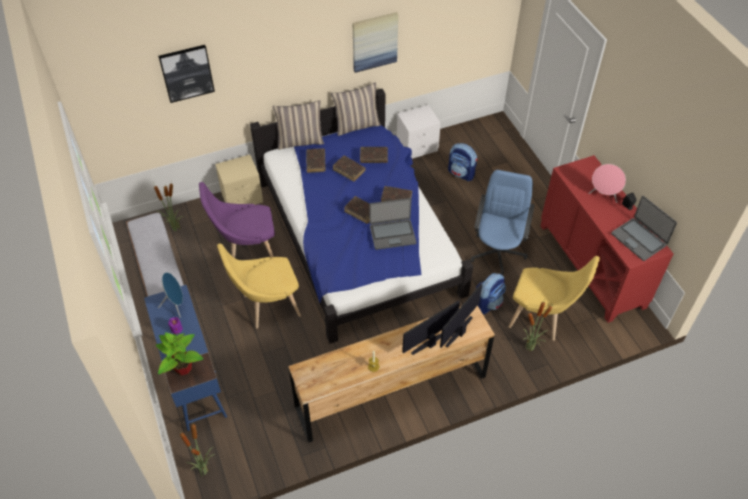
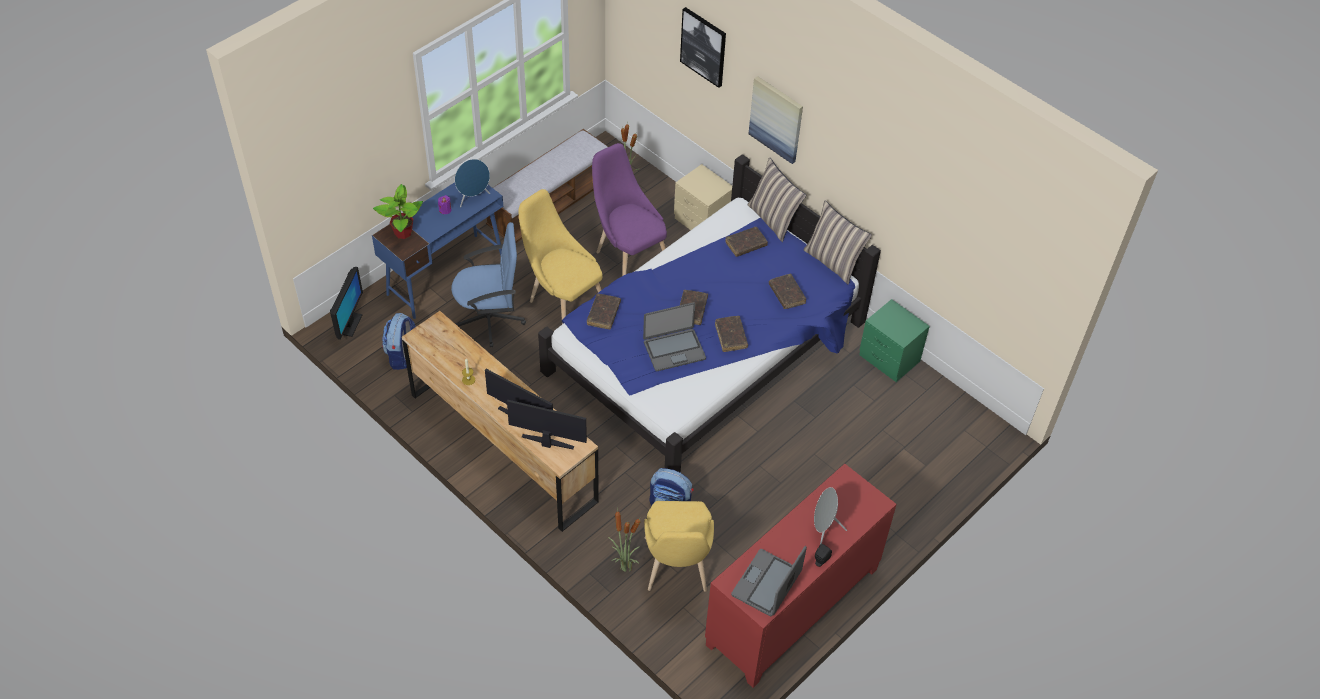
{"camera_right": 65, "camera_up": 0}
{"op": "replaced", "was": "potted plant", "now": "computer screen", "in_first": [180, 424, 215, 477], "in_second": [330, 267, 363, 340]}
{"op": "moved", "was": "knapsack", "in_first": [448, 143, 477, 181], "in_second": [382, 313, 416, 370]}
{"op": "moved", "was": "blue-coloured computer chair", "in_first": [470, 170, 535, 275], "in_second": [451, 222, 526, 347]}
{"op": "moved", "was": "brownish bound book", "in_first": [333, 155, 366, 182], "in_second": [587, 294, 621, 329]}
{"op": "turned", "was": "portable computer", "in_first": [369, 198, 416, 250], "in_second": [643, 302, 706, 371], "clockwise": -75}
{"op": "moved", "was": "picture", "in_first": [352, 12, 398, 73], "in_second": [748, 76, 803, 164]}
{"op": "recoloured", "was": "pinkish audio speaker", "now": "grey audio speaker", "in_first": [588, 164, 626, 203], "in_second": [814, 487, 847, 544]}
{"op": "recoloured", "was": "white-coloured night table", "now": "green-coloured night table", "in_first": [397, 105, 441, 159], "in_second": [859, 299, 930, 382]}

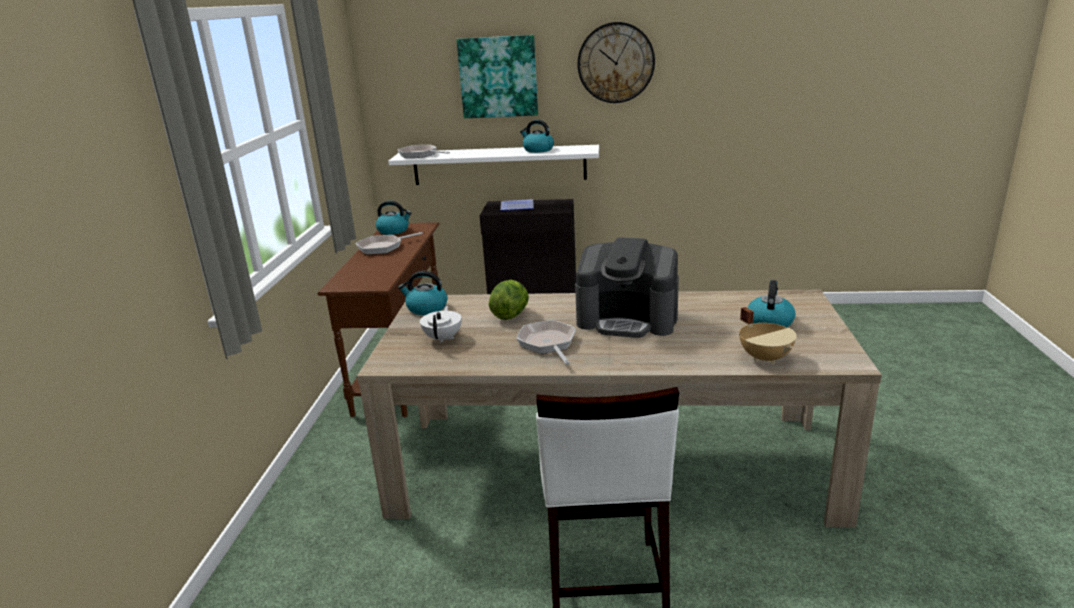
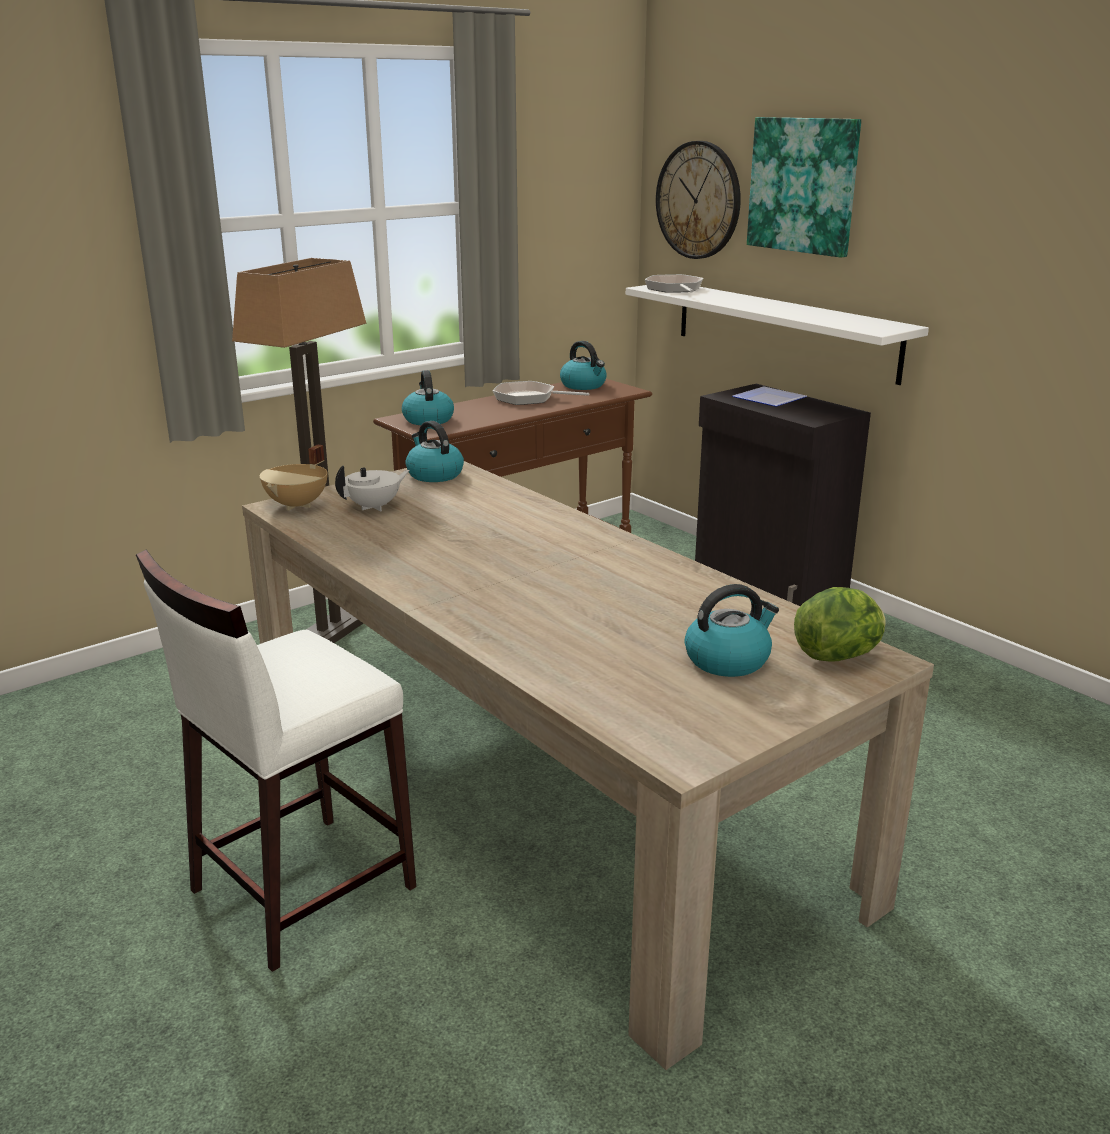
{"camera_right": 45, "camera_up": 0}
{"op": "added", "now": "floor lamp", "in_second": [232, 258, 366, 643]}
{"op": "moved", "was": "beige saucepot", "in_first": [739, 307, 796, 364], "in_second": [260, 444, 328, 510]}
{"op": "moved", "was": "tea kettle", "in_first": [520, 120, 554, 153], "in_second": [402, 370, 454, 425]}
{"op": "moved", "was": "wall clock", "in_first": [577, 22, 655, 103], "in_second": [656, 141, 741, 259]}
{"op": "moved", "was": "lettuce head", "in_first": [489, 280, 529, 320], "in_second": [794, 587, 886, 661]}
{"op": "removed", "was": "pan", "in_first": [517, 320, 576, 365]}
{"op": "removed", "was": "coffee brewer", "in_first": [575, 237, 679, 338]}

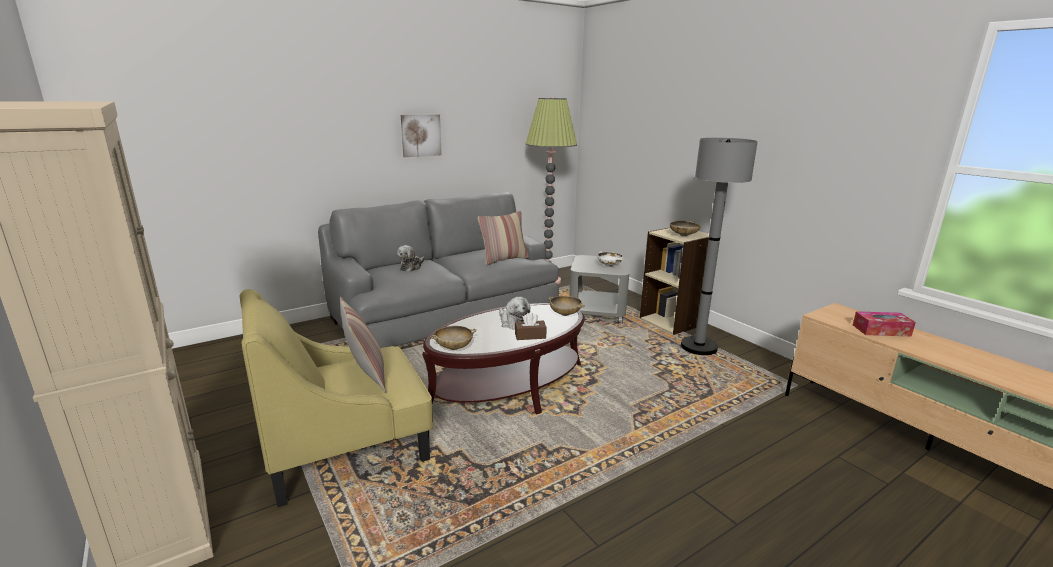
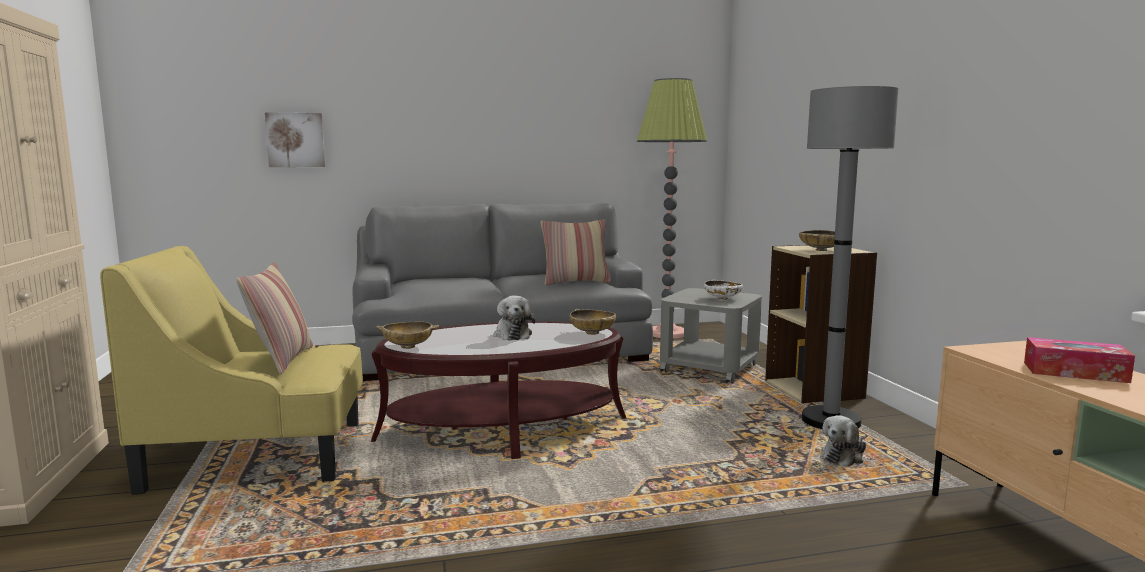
{"camera_right": 20, "camera_up": -10}
{"op": "moved", "was": "picture", "in_first": [401, 114, 442, 157], "in_second": [265, 112, 325, 167]}
{"op": "moved", "was": "plush toy", "in_first": [397, 245, 424, 272], "in_second": [821, 415, 866, 466]}
{"op": "removed", "was": "brownish tissue box", "in_first": [515, 312, 547, 340]}

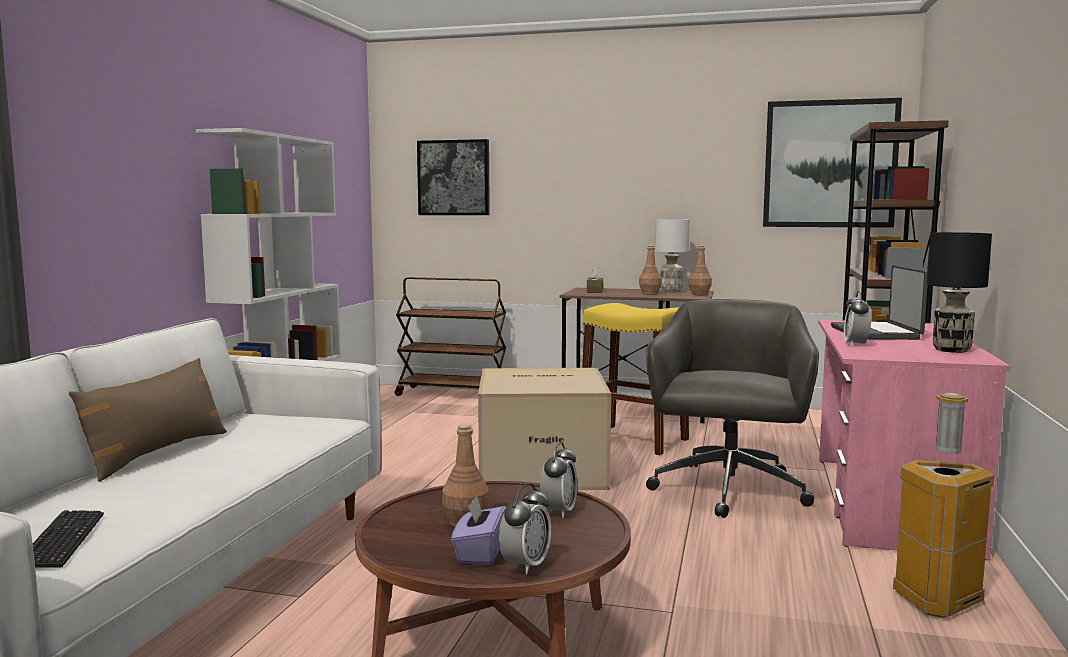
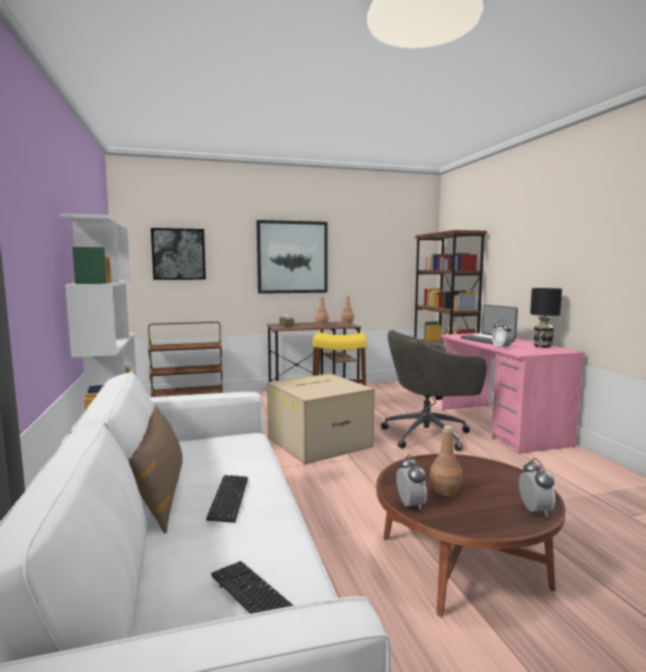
{"camera_right": -30, "camera_up": 0}
{"op": "added", "now": "keyboard", "in_second": [206, 475, 248, 523]}
{"op": "moved", "was": "picture", "in_first": [763, 98, 902, 228], "in_second": [256, 220, 328, 294]}
{"op": "turned", "was": "grey computer chair", "in_first": [646, 299, 819, 518], "in_second": [381, 330, 487, 451], "clockwise": -90}
{"op": "moved", "was": "table clock", "in_first": [540, 442, 577, 518], "in_second": [396, 454, 427, 510]}
{"op": "removed", "was": "purplish tissue box", "in_first": [451, 495, 507, 565]}
{"op": "removed", "was": "white-coloured lamp for a table", "in_first": [655, 219, 690, 293]}
{"op": "removed", "was": "waste bin", "in_first": [893, 393, 995, 618]}

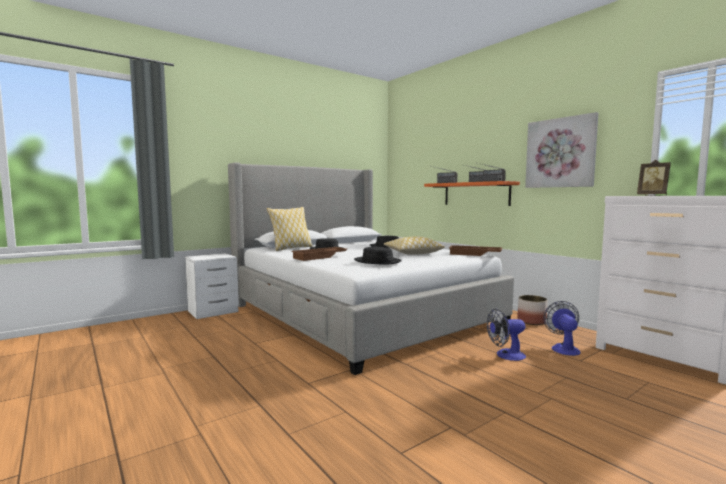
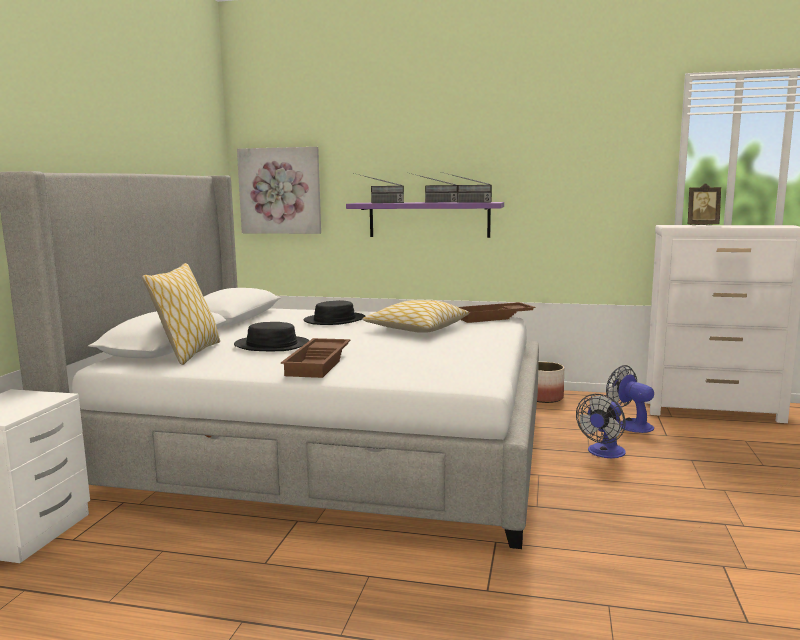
{"camera_right": -40, "camera_up": 5}
{"op": "moved", "was": "picture", "in_first": [525, 112, 598, 188], "in_second": [237, 147, 321, 234]}
{"op": "recoloured", "was": "orangey wall shelf", "now": "purplish wall shelf", "in_first": [424, 181, 520, 206], "in_second": [346, 202, 504, 238]}
{"op": "removed", "was": "black-coloured hat", "in_first": [354, 247, 402, 265]}

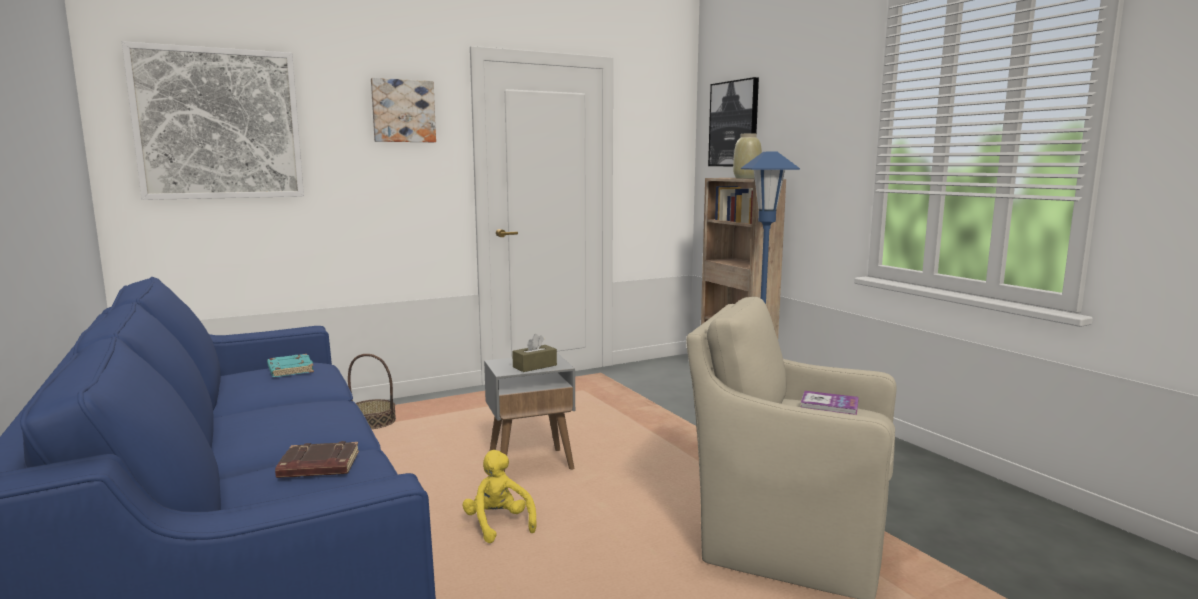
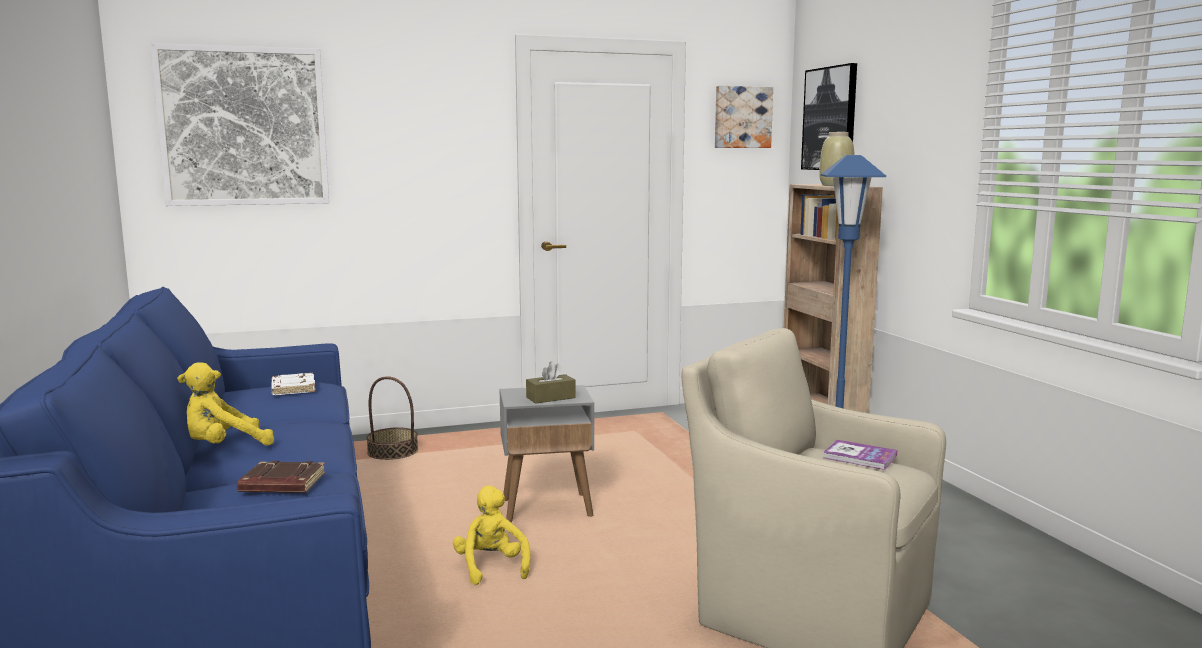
{"camera_right": 10, "camera_up": 0}
{"op": "added", "now": "yellowish plush toy", "in_second": [178, 362, 274, 446]}
{"op": "recoloured", "was": "blue-green bound book", "now": "white-coloured bound book", "in_first": [267, 354, 314, 377], "in_second": [271, 373, 316, 395]}
{"op": "moved", "was": "picture", "in_first": [371, 78, 436, 142], "in_second": [715, 86, 773, 148]}

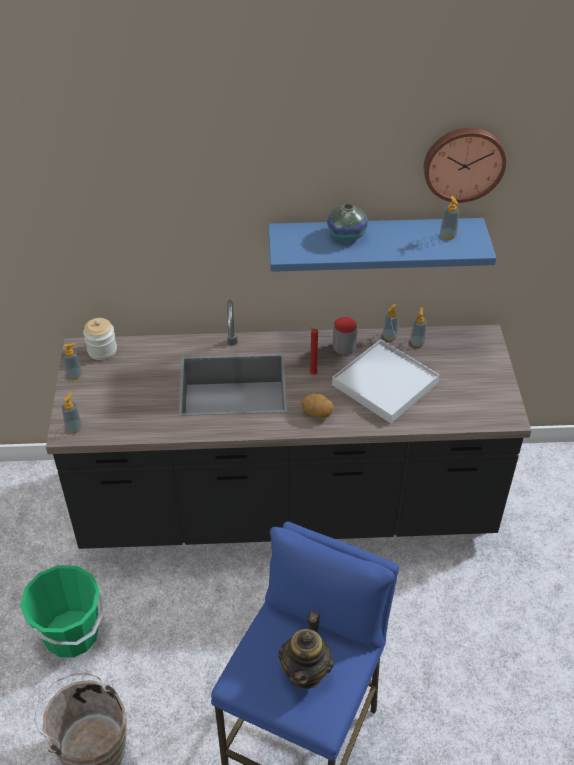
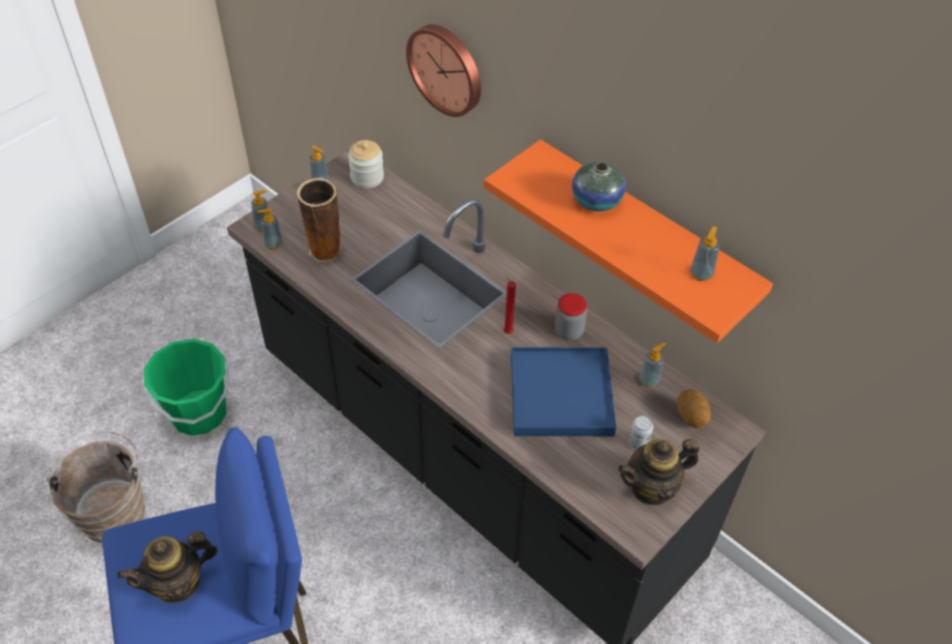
{"camera_right": 45, "camera_up": 5}
{"op": "moved", "was": "liquid soap bottle", "in_first": [382, 304, 399, 341], "in_second": [257, 208, 283, 250]}
{"op": "added", "now": "flower vase", "in_second": [297, 178, 342, 262]}
{"op": "moved", "was": "wall clock", "in_first": [424, 128, 506, 203], "in_second": [406, 24, 481, 117]}
{"op": "recoloured", "was": "blue-coloured wall shelf", "now": "orangey wall shelf", "in_first": [268, 218, 496, 272], "in_second": [484, 139, 773, 343]}
{"op": "recoloured", "was": "white-coloured tray", "now": "blue-coloured tray", "in_first": [332, 339, 439, 423], "in_second": [511, 347, 616, 436]}
{"op": "added", "now": "pot for tea", "in_second": [618, 438, 699, 505]}
{"op": "added", "now": "can", "in_second": [628, 416, 653, 451]}
{"op": "moved", "was": "spud", "in_first": [301, 393, 334, 418], "in_second": [678, 389, 711, 428]}

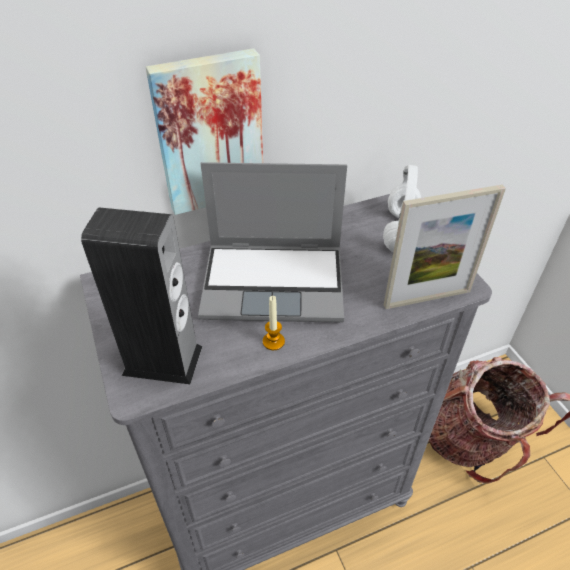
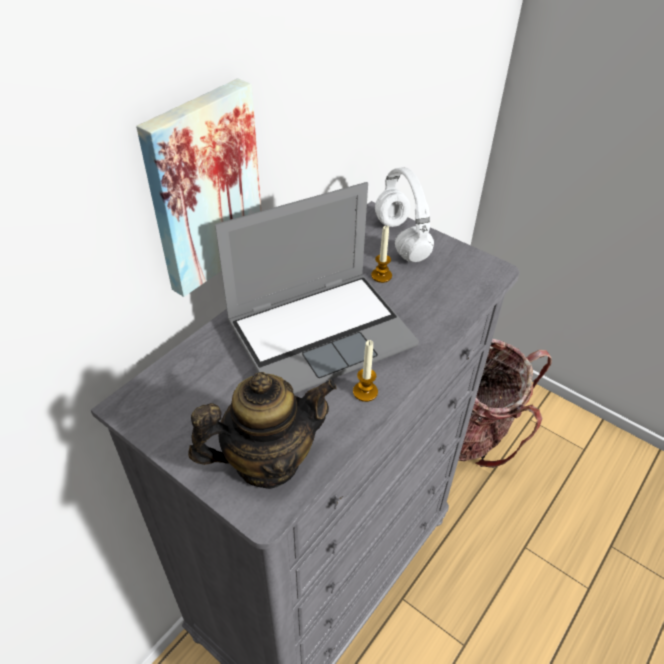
{"camera_right": -30, "camera_up": 0}
{"op": "replaced", "was": "audio speaker", "now": "pot for tea", "in_first": [81, 208, 202, 384], "in_second": [188, 372, 337, 489]}
{"op": "added", "now": "wax candle", "in_second": [371, 226, 392, 283]}
{"op": "removed", "was": "standing frame", "in_first": [384, 185, 506, 309]}

